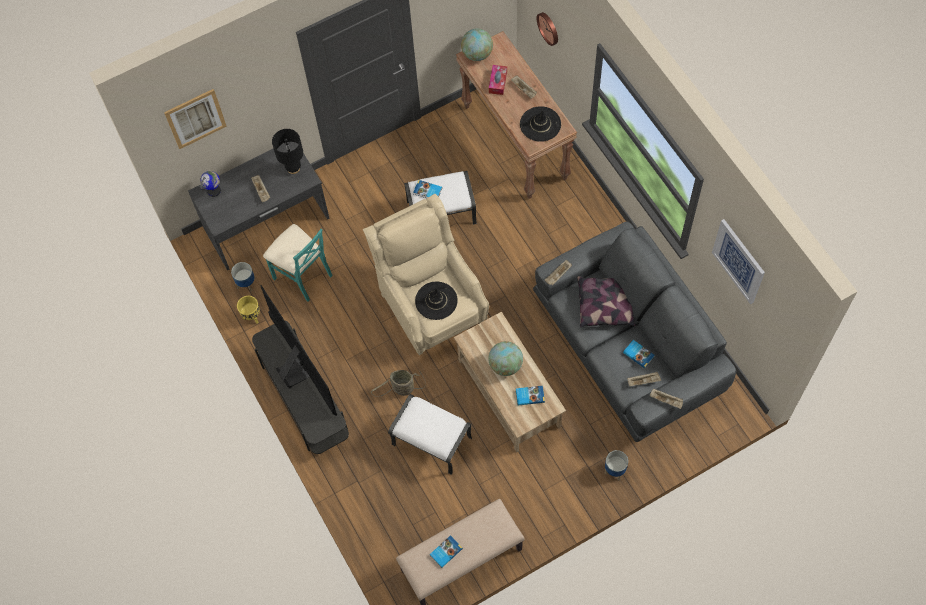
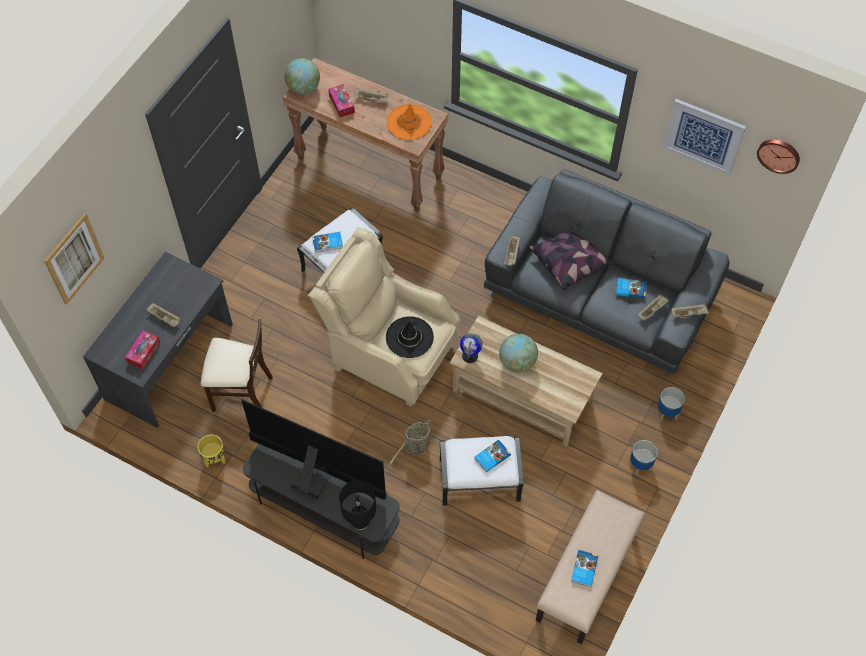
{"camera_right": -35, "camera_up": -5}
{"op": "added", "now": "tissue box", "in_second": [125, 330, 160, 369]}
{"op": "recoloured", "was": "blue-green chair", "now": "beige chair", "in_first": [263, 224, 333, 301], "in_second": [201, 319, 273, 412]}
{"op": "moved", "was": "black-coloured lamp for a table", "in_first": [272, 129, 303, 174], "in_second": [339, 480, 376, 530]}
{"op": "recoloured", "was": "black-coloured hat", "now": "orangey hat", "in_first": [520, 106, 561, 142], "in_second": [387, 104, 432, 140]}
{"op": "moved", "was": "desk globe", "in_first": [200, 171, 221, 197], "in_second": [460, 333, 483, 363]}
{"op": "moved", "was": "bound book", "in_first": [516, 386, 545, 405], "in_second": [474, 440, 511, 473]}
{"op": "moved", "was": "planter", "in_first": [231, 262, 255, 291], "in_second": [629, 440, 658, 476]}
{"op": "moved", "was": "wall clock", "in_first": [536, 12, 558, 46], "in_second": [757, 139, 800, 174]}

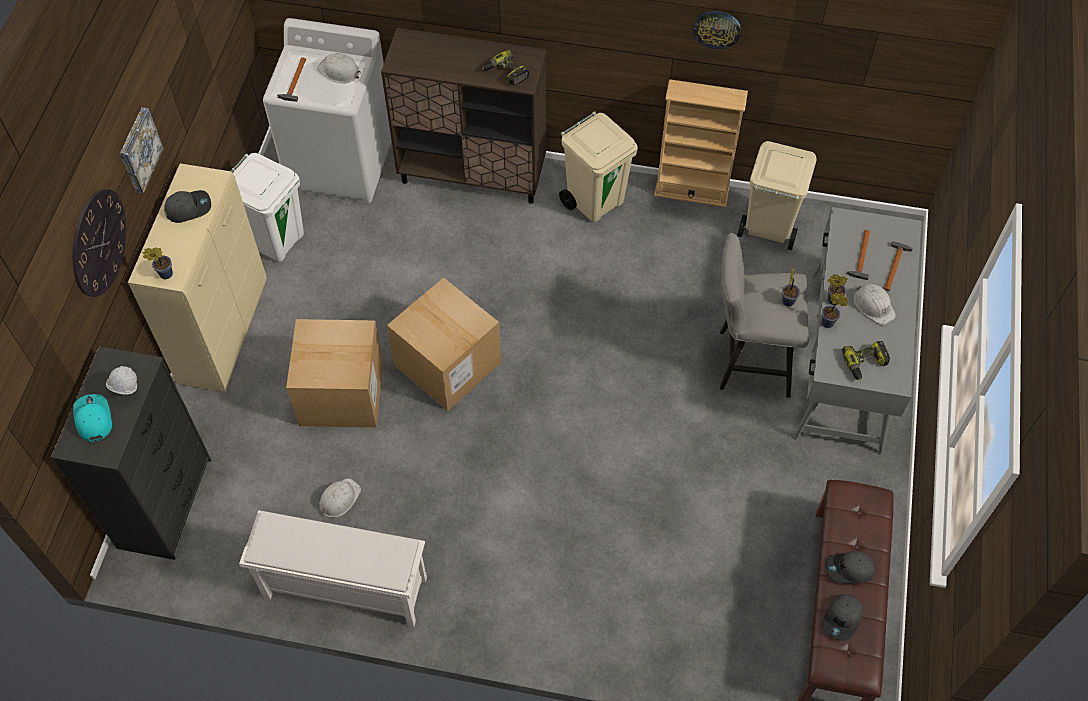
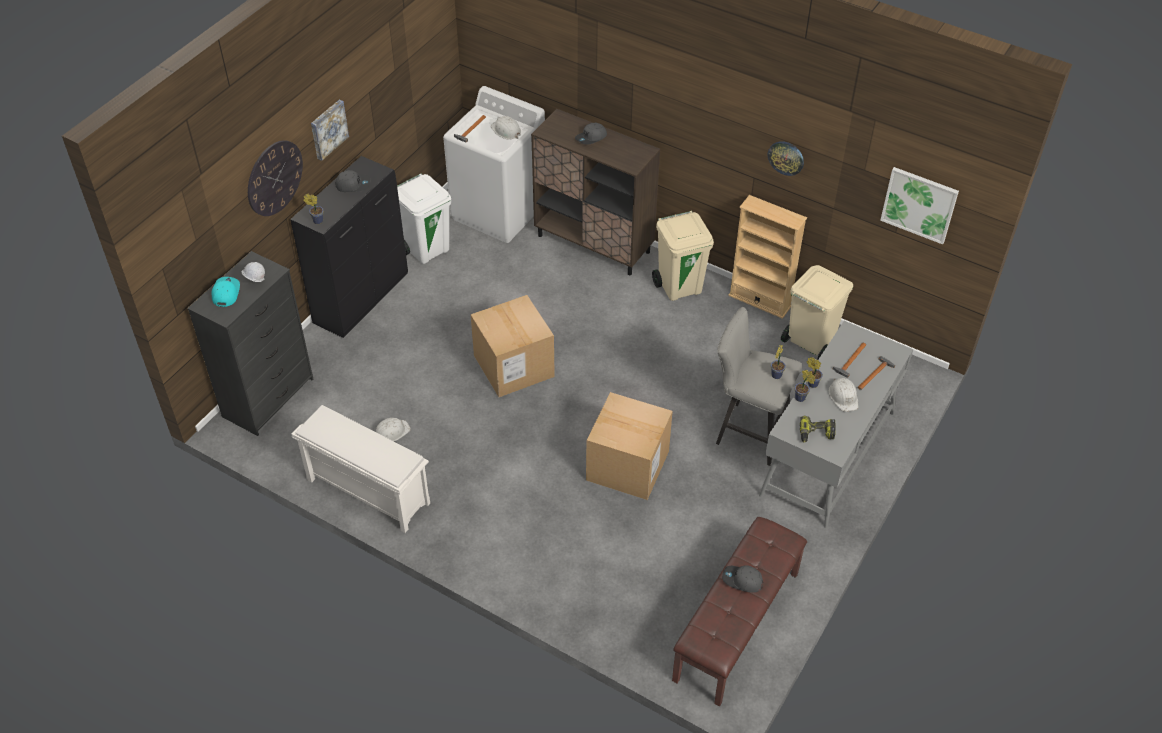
{"camera_right": 20, "camera_up": -10}
{"op": "recoloured", "was": "beige cupboard", "now": "black-coloured cupboard", "in_first": [128, 163, 267, 392], "in_second": [290, 156, 408, 338]}
{"op": "moved", "was": "grey baseball cap", "in_first": [822, 594, 863, 641], "in_second": [575, 123, 607, 145]}
{"op": "moved", "was": "cardboard box", "in_first": [286, 319, 383, 428], "in_second": [586, 392, 673, 500]}
{"op": "added", "now": "picture", "in_second": [880, 167, 959, 244]}
{"op": "removed", "was": "electric drill", "in_first": [482, 50, 529, 86]}

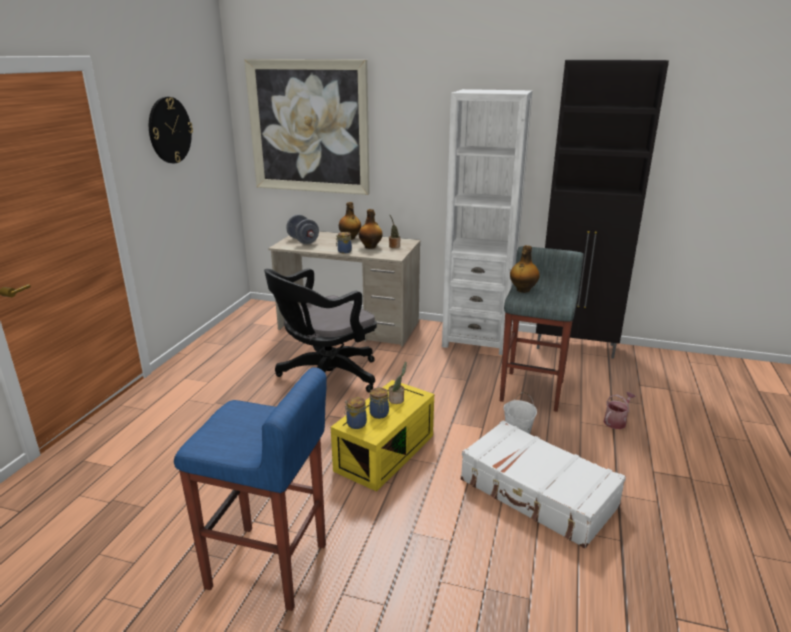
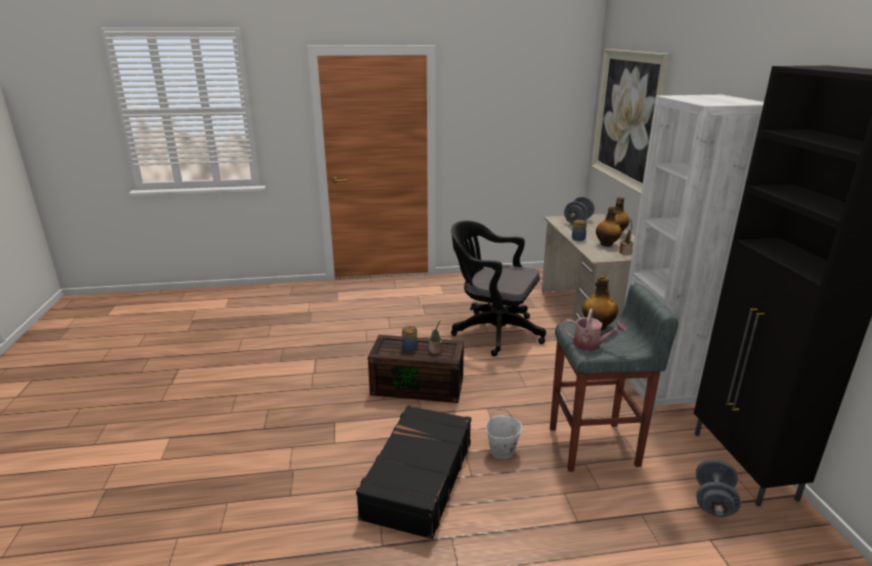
{"camera_right": 65, "camera_up": 0}
{"op": "recoloured", "was": "white-coloured piece of luggage", "now": "black-coloured piece of luggage", "in_first": [461, 421, 626, 548], "in_second": [356, 405, 471, 539]}
{"op": "recoloured", "was": "yellowish storage bin", "now": "brownish storage bin", "in_first": [331, 380, 434, 492], "in_second": [368, 335, 464, 403]}
{"op": "moved", "was": "watering pot", "in_first": [604, 392, 636, 429], "in_second": [563, 308, 626, 351]}
{"op": "added", "now": "grey free weight", "in_second": [696, 459, 741, 517]}
{"op": "removed", "was": "wall clock", "in_first": [149, 97, 193, 163]}
{"op": "removed", "was": "blue-coloured stool", "in_first": [174, 367, 327, 611]}
{"op": "removed", "was": "jar", "in_first": [345, 397, 367, 429]}

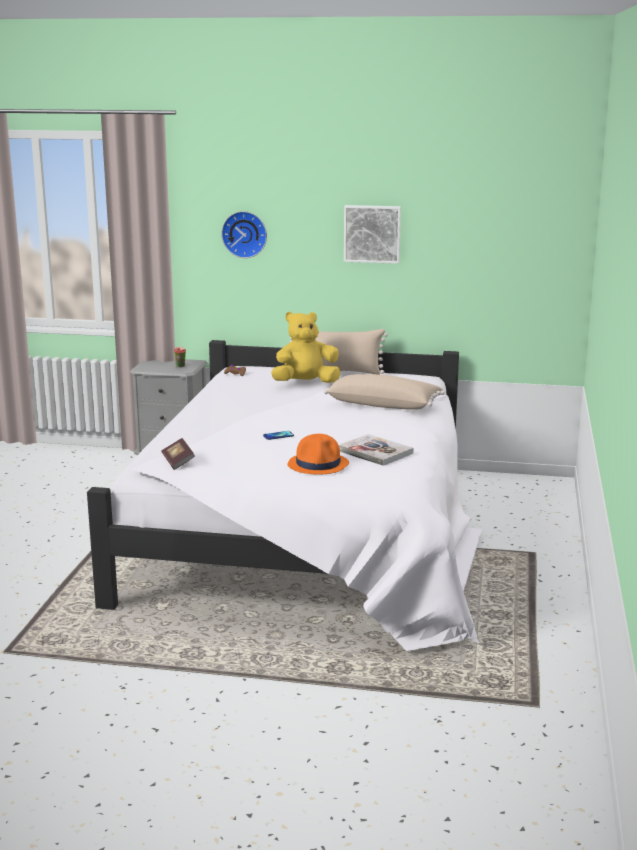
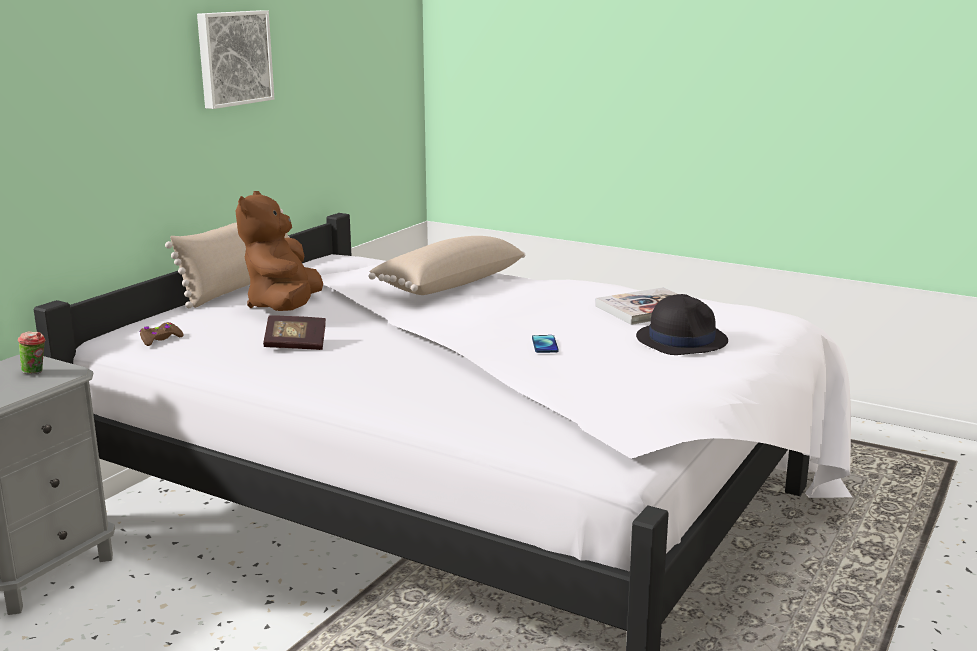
{"camera_right": -70, "camera_up": 0}
{"op": "recoloured", "was": "yellowish plush toy", "now": "brownish plush toy", "in_first": [271, 312, 341, 383], "in_second": [235, 191, 323, 311]}
{"op": "moved", "was": "bound book", "in_first": [161, 438, 195, 470], "in_second": [263, 315, 326, 350]}
{"op": "recoloured", "was": "orangey hat", "now": "black-coloured hat", "in_first": [287, 434, 349, 475], "in_second": [636, 294, 728, 355]}
{"op": "removed", "was": "wall clock", "in_first": [221, 211, 267, 258]}

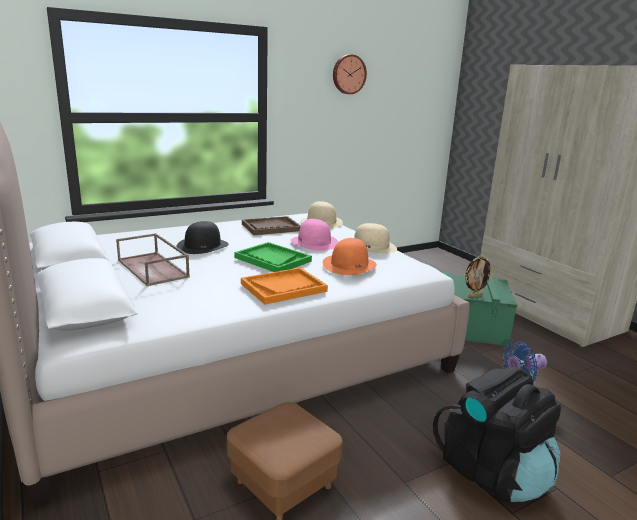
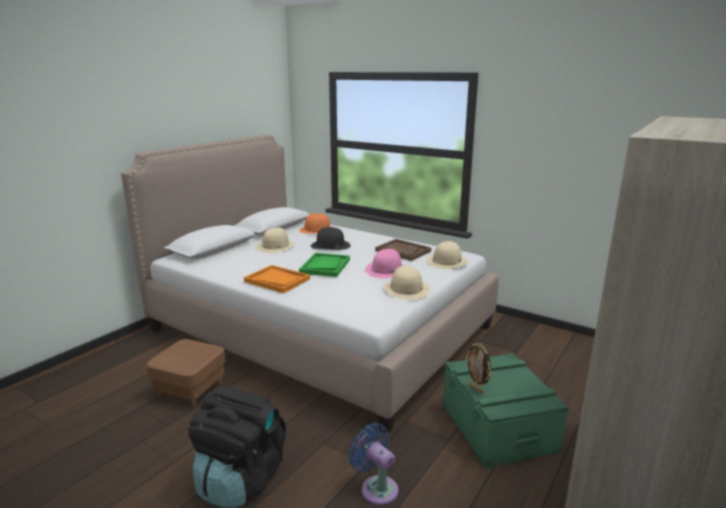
{"camera_right": 65, "camera_up": 0}
{"op": "replaced", "was": "brownish tray", "now": "beige hat", "in_first": [116, 233, 190, 286], "in_second": [257, 228, 295, 253]}
{"op": "moved", "was": "orangey hat", "in_first": [323, 238, 377, 275], "in_second": [299, 213, 332, 233]}
{"op": "removed", "was": "wall clock", "in_first": [333, 54, 367, 94]}

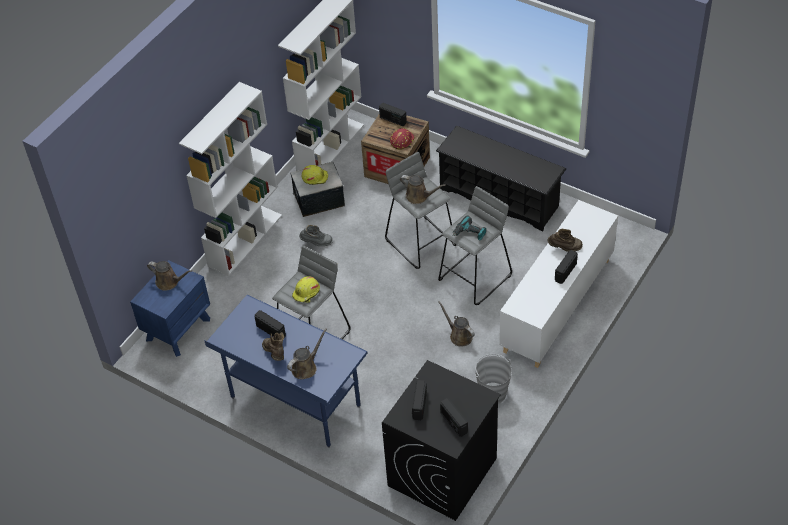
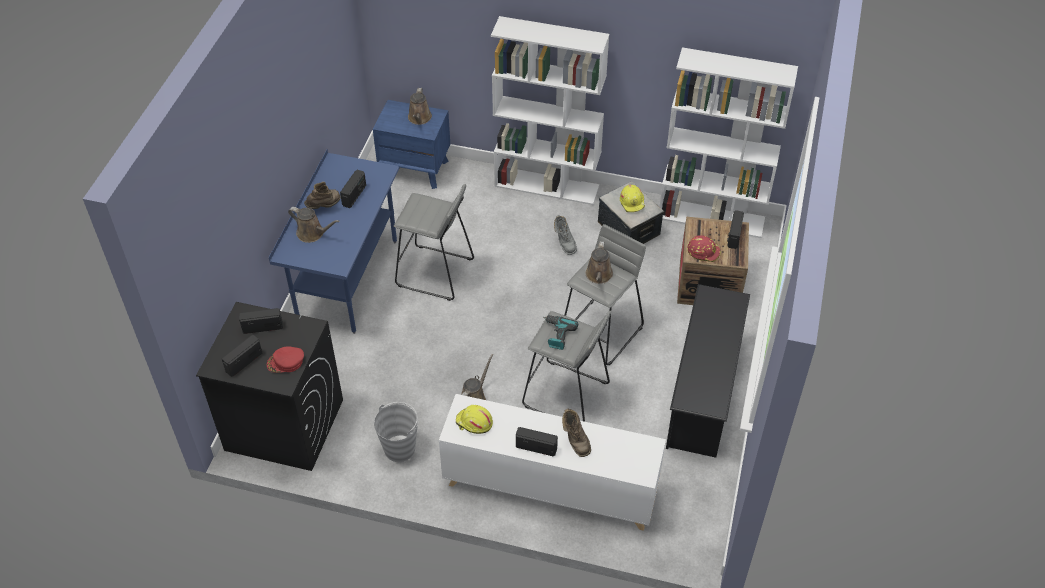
{"camera_right": 70, "camera_up": 0}
{"op": "added", "now": "reddish baseball cap", "in_second": [267, 347, 304, 373]}
{"op": "moved", "was": "yellowish work helmet", "in_first": [292, 276, 320, 303], "in_second": [456, 405, 493, 434]}

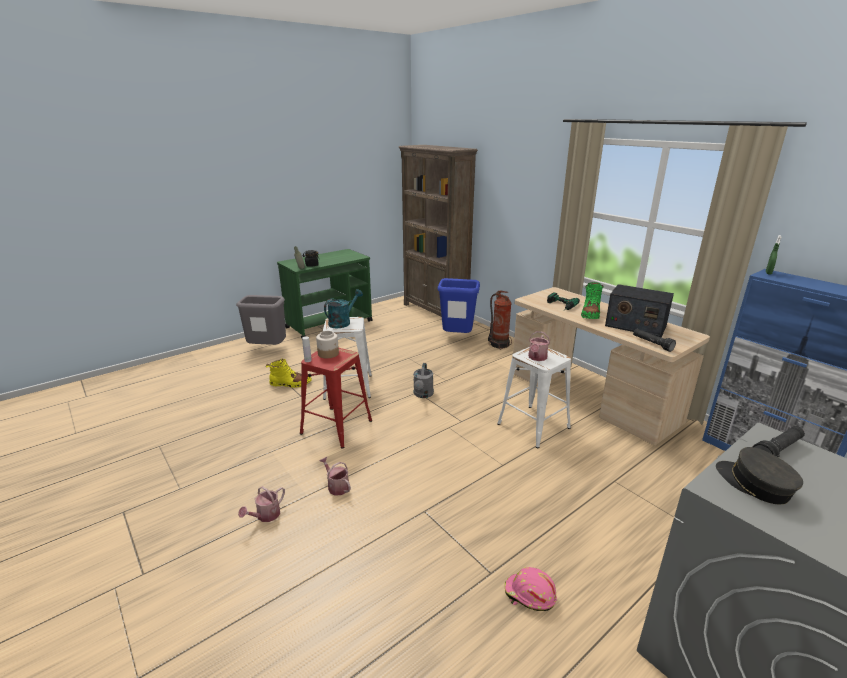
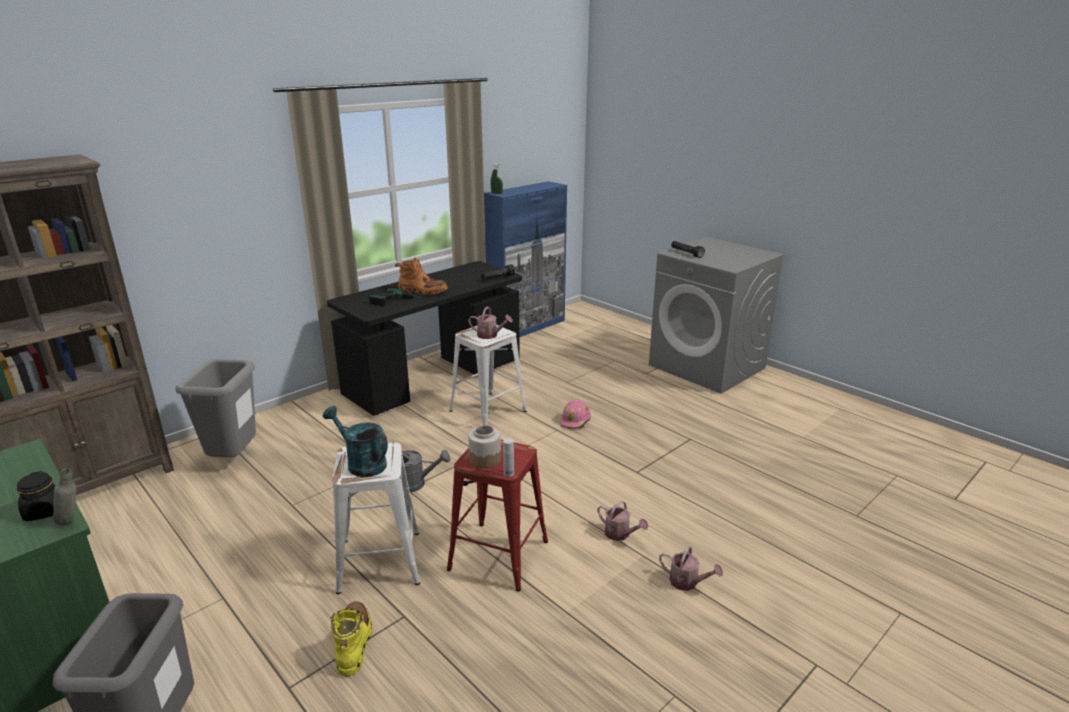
{"camera_right": -95, "camera_up": 0}
{"op": "recoloured", "was": "blue-coloured waste bin", "now": "grey waste bin", "in_first": [438, 278, 480, 333], "in_second": [175, 359, 256, 458]}
{"op": "recoloured", "was": "beige desk unit", "now": "black-coloured desk unit", "in_first": [513, 287, 710, 445], "in_second": [327, 261, 522, 416]}
{"op": "recoloured", "was": "green-coloured boot", "now": "orangey boot", "in_first": [581, 282, 604, 319], "in_second": [395, 257, 448, 295]}
{"op": "moved", "was": "pinkish work helmet", "in_first": [505, 567, 557, 611], "in_second": [560, 399, 591, 429]}
{"op": "turned", "was": "watering pot", "in_first": [319, 457, 351, 496], "in_second": [597, 500, 648, 541], "clockwise": -90}
{"op": "removed", "was": "fire-fighting cylinder", "in_first": [488, 290, 512, 350]}
{"op": "removed", "was": "radio receiver", "in_first": [605, 284, 674, 338]}
{"op": "removed", "was": "grey baseball cap", "in_first": [716, 447, 803, 504]}

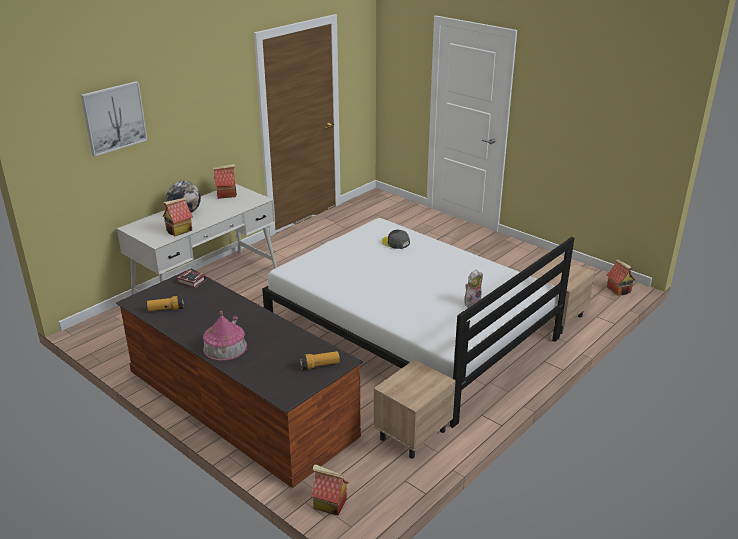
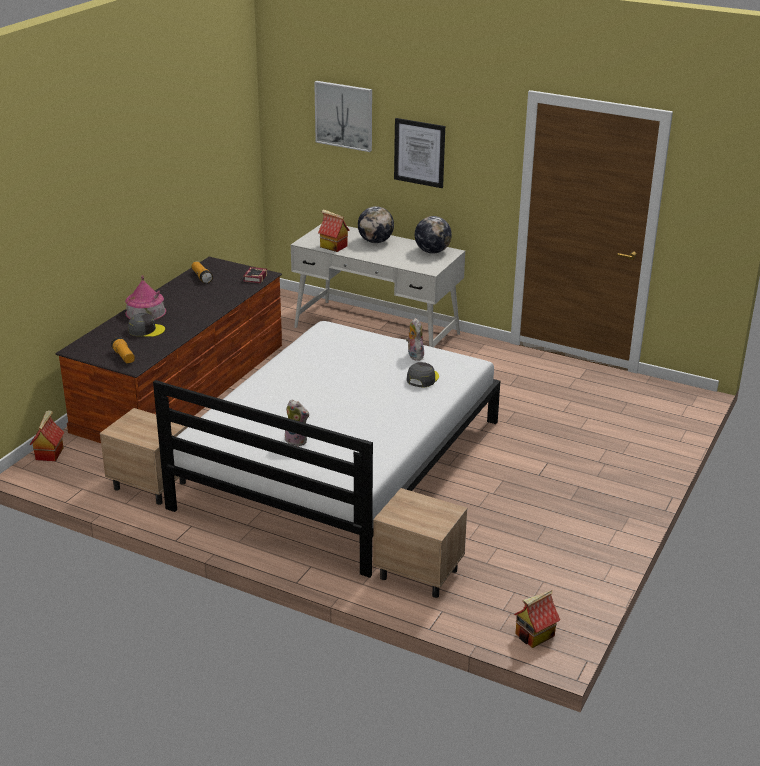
{"camera_right": 75, "camera_up": 0}
{"op": "added", "now": "grey baseball cap", "in_second": [128, 313, 165, 337]}
{"op": "added", "now": "picture", "in_second": [394, 118, 445, 188]}
{"op": "added", "now": "plush toy", "in_second": [406, 318, 424, 360]}
{"op": "replaced", "was": "miniature house", "now": "desk globe", "in_first": [213, 164, 237, 199], "in_second": [415, 216, 452, 254]}

